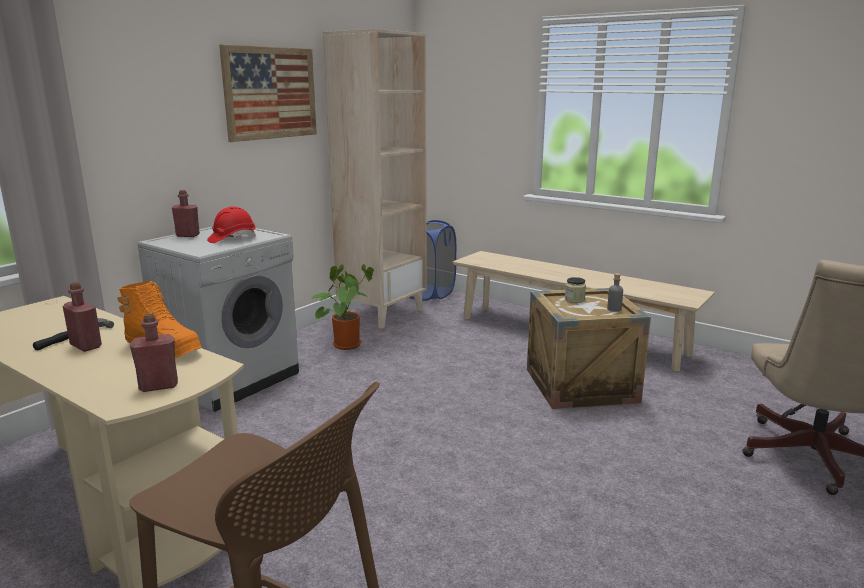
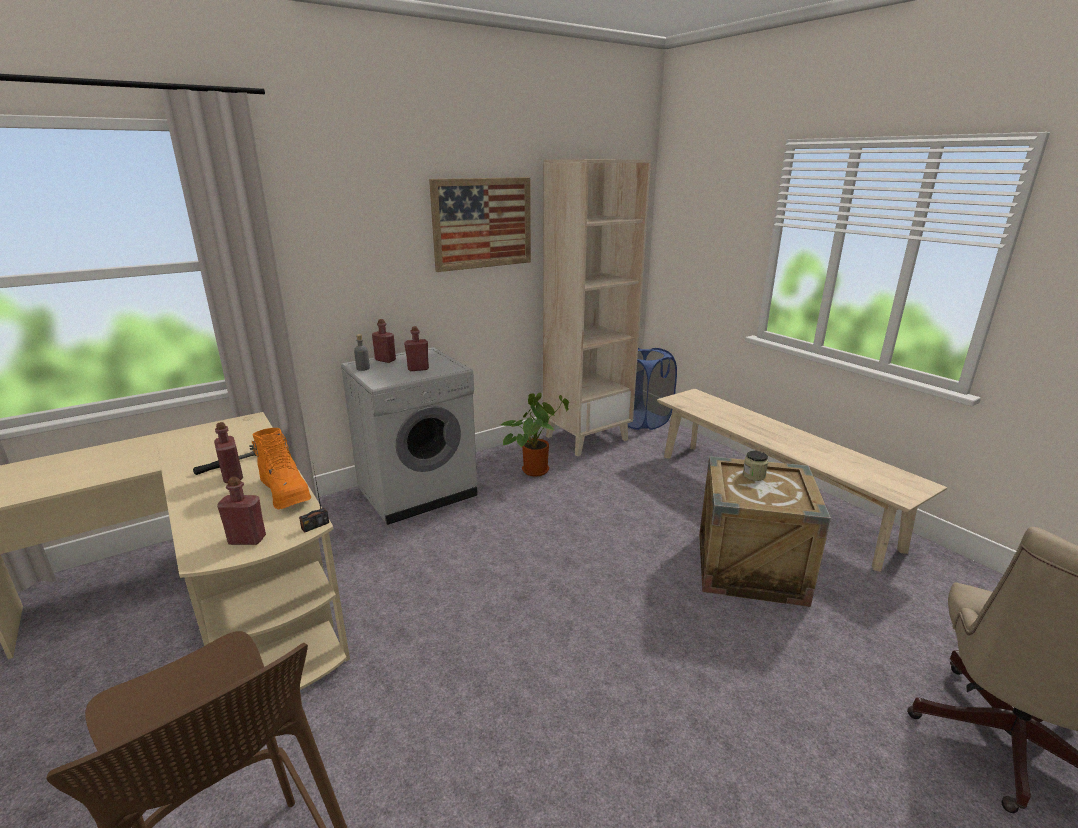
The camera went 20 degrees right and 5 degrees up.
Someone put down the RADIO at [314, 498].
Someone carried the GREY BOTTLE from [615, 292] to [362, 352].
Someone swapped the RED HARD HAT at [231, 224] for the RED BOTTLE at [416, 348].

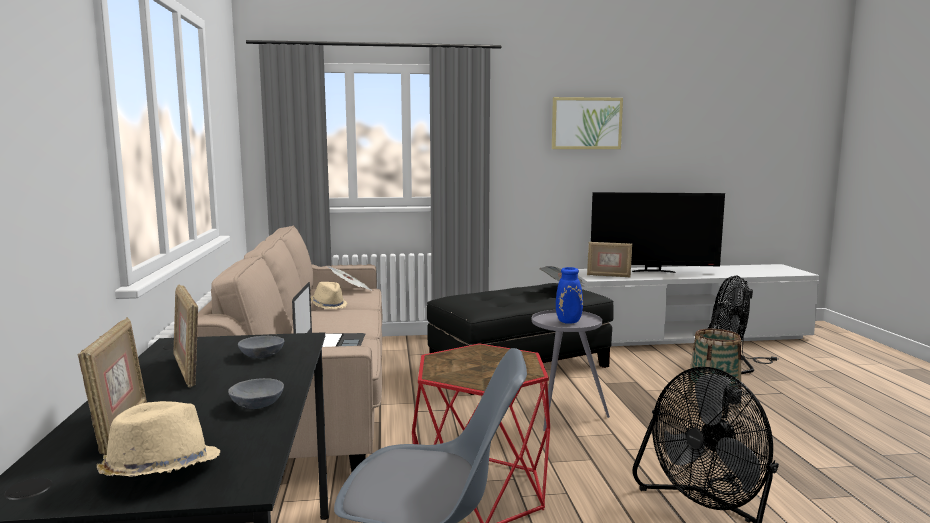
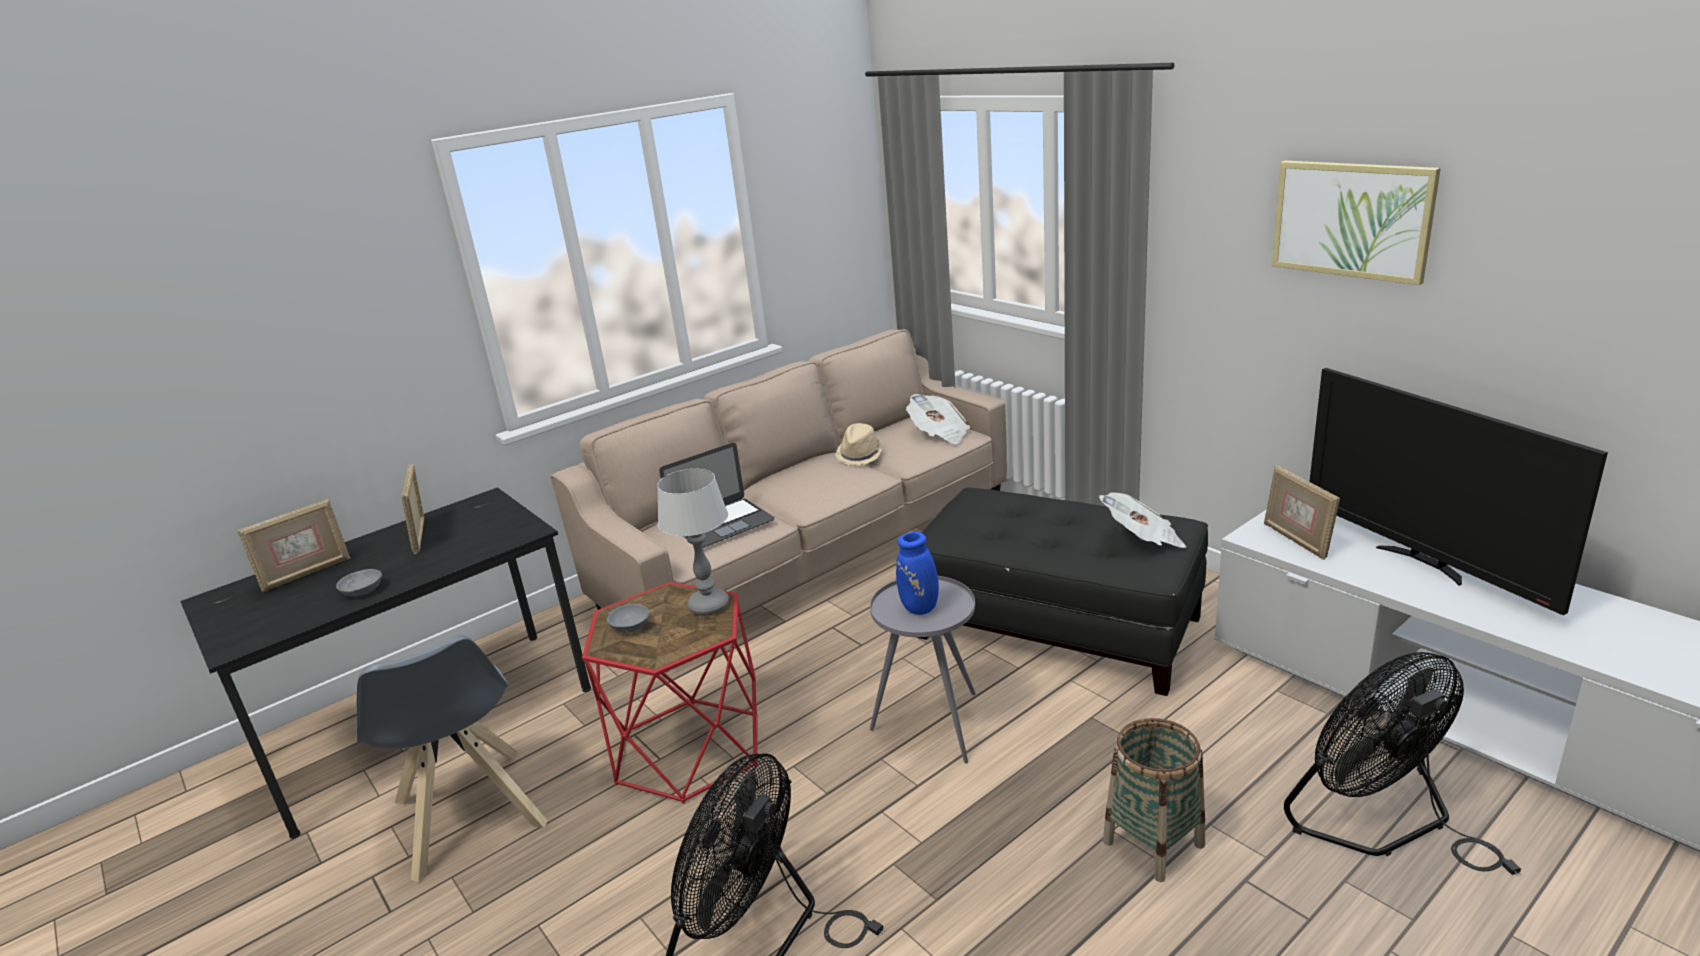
The camera went 60 degrees right and 15 degrees up.
Someone took away the BEIGE HAT at [158, 439].
Someone put down the TABLE LAMP at [693, 542].
Someone carried the GREY BOWL from [261, 347] to [628, 618].
Someone rotated the PICTURE FRAME at [185, 336] by 45 degrees counterclockwise.

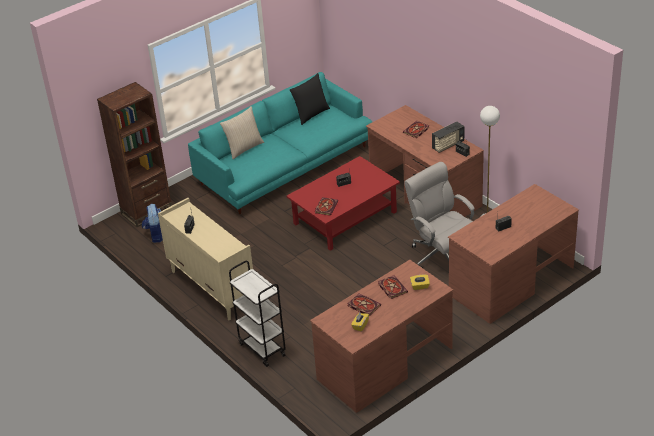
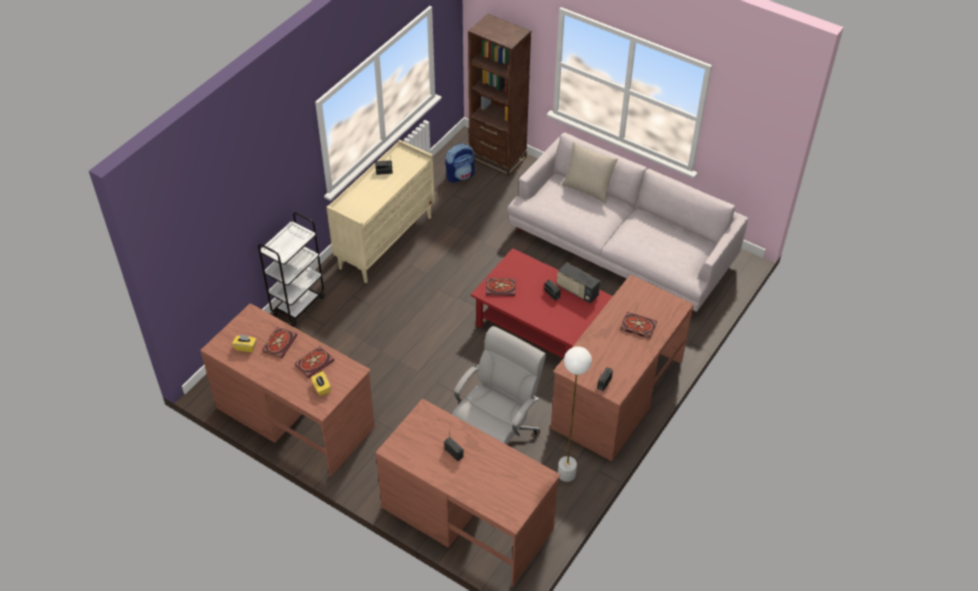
The camera went 70 degrees right and 10 degrees up.
Someone took away the BLACK PILLOW at [310, 99].
Someone carried the RADIO from [448, 137] to [578, 283].
Someone repainted the TURQUOISE SOFA at [280, 143], which became the WHITE SOFA at [627, 224].

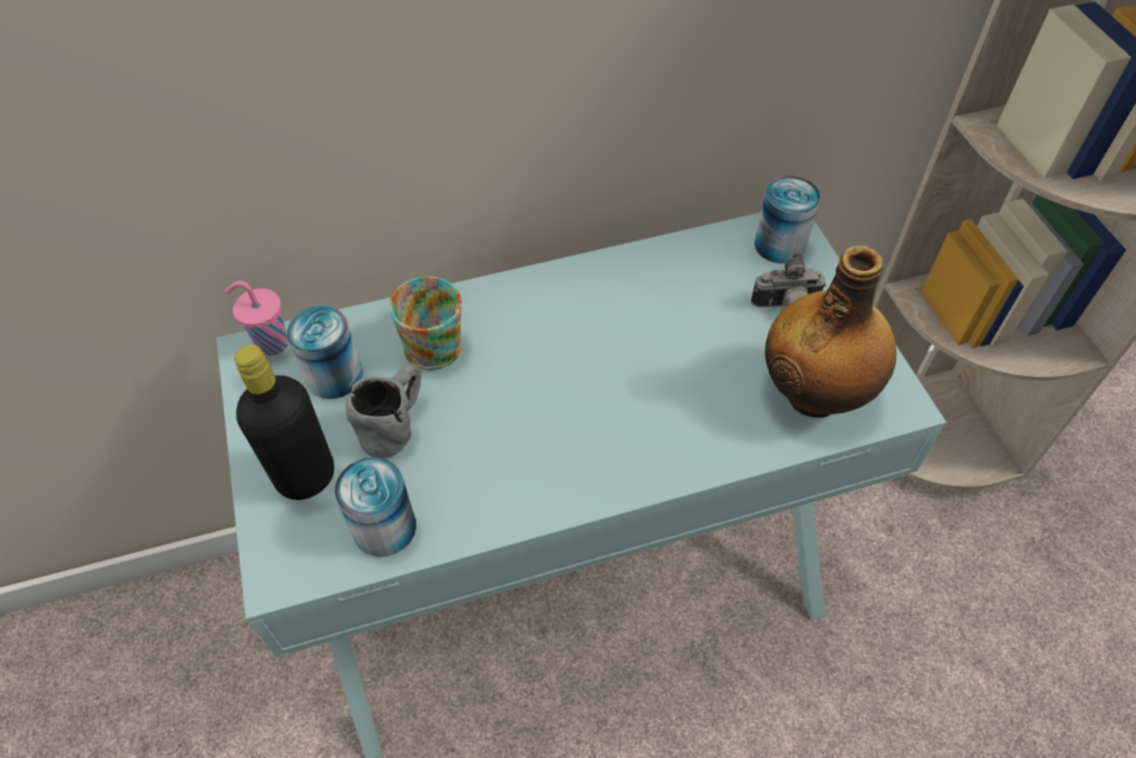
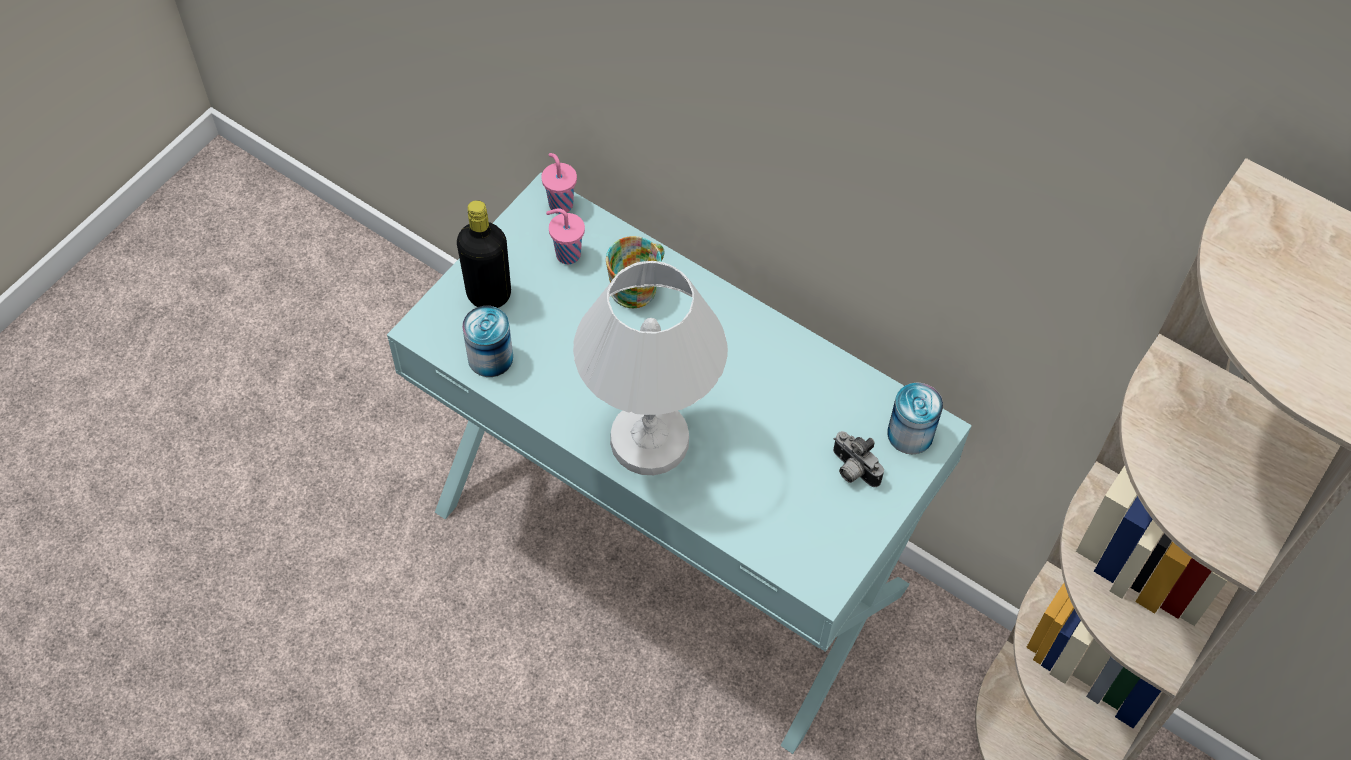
The camera went 50 degrees right and 5 degrees up.
Someone took away the GREY MUG at [383, 411].
Someone took away the BOTTLE at [831, 331].
Someone put down the WHITE TABLE LAMP at [650, 368].
Someone swapped the CAN at [324, 352] for the PINK CUP at [565, 236].

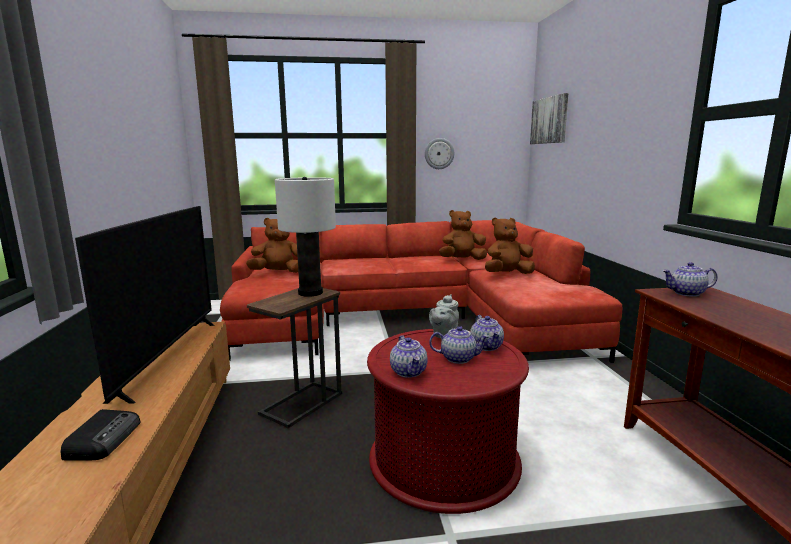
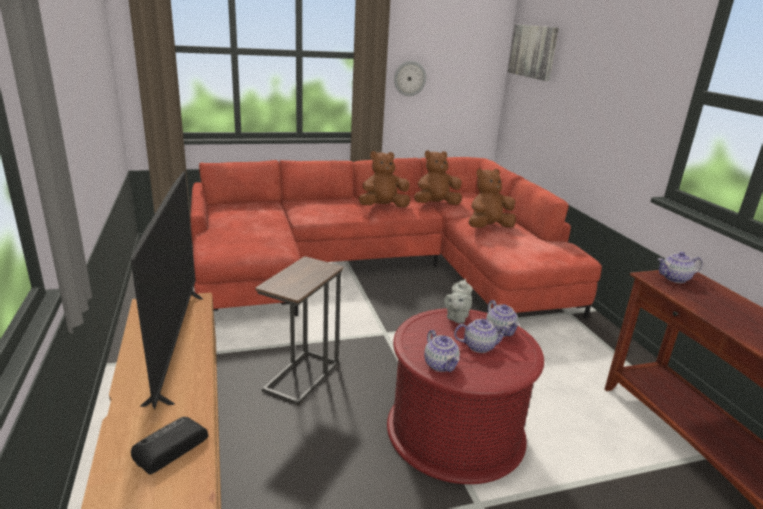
The camera went 10 degrees left and 10 degrees up.
Someone took away the WHITE TABLE LAMP at [305, 237].
Someone carried the BROWN PLUSH TOY from [272, 245] to [384, 179].
Someone rotated the RADIO at [100, 434] by 135 degrees counterclockwise.

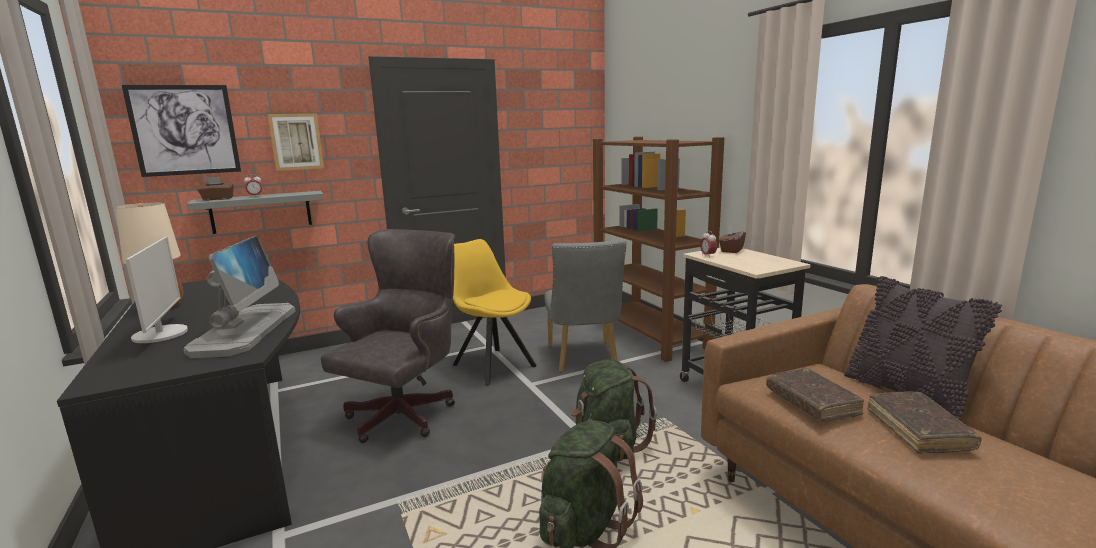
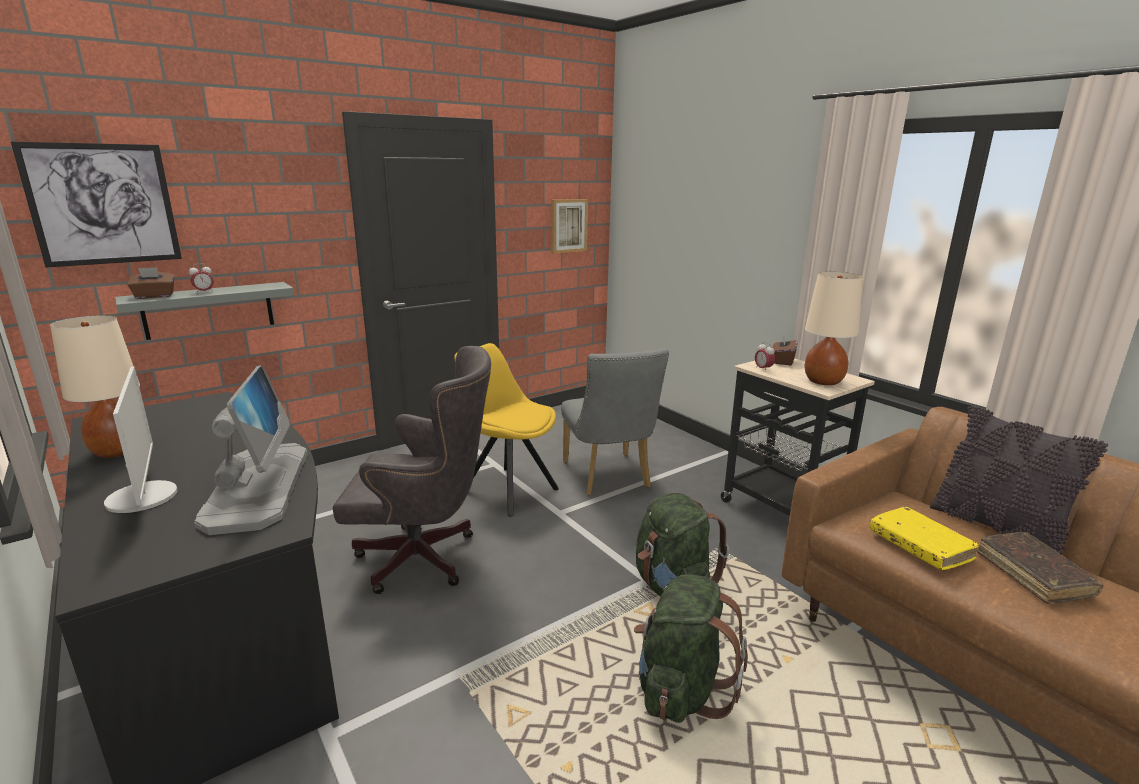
The camera went 10 degrees left and 5 degrees up.
Someone took away the BROWN BOOKCASE at [658, 249].
Someone put down the BEIGE TABLE LAMP at [834, 328].
Someone carried the PICTURE from [296, 142] to [569, 226].
Someone repainted the BROWN BOOK at [815, 394], which became the YELLOW BOOK at [924, 538].
Someone rotated the GREY OFFICE CHAIR at [388, 336] by 75 degrees clockwise.

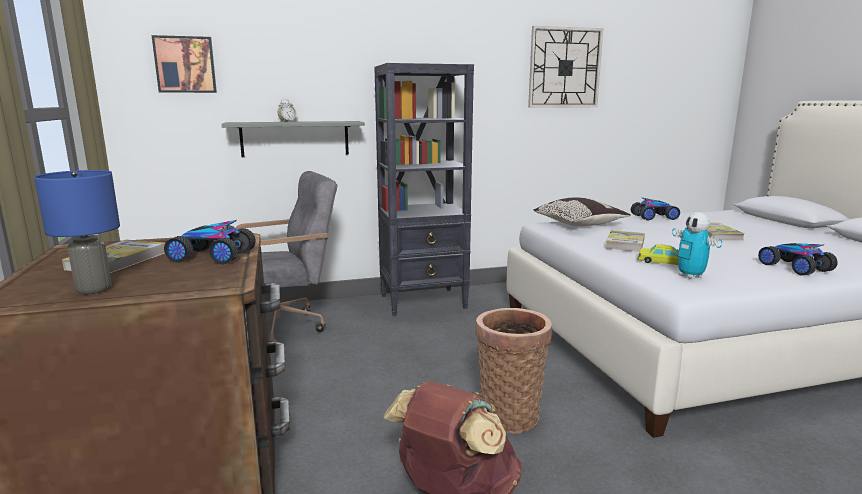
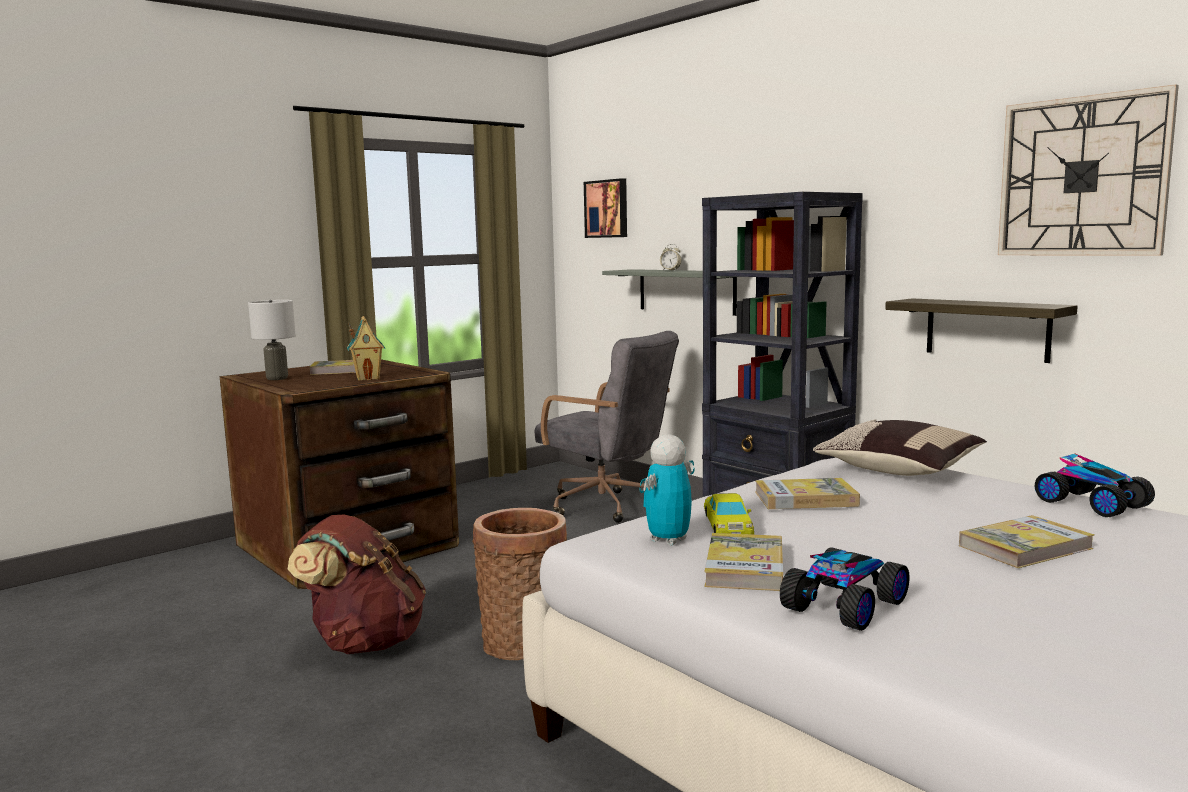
The camera went 65 degrees right and 5 degrees down.
Someone put down the BOOK at [743, 562].
Someone put up the SHELF at [981, 330].
Someone swapped the TOY CAR at [210, 242] for the TOY HOUSE at [366, 348].
Someone repainted the BLUE TABLE LAMP at [77, 232], which became the WHITE TABLE LAMP at [272, 340].

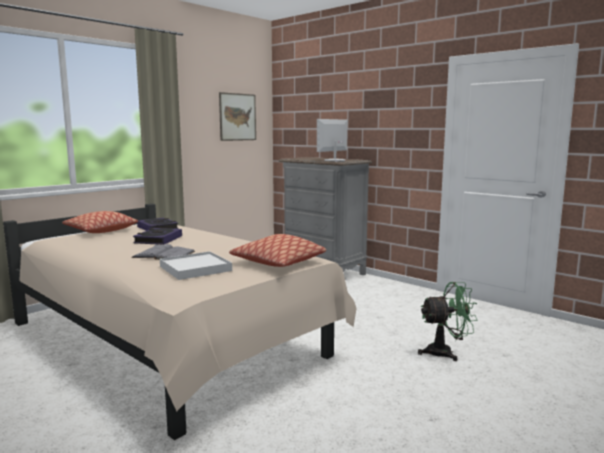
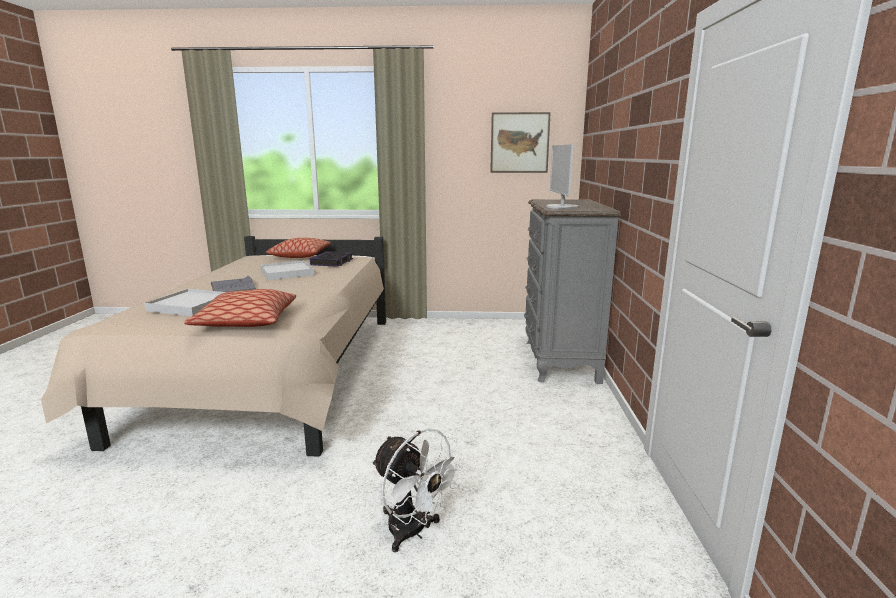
The camera went 50 degrees right and 5 degrees up.
Someone swapped the BOOK at [157, 236] for the WHITE TRAY at [287, 270].
Someone repainted the GREEN FAN at [448, 321], which became the WHITE FAN at [418, 490].
Someone rotated the MONITOR at [332, 140] by 90 degrees counterclockwise.

